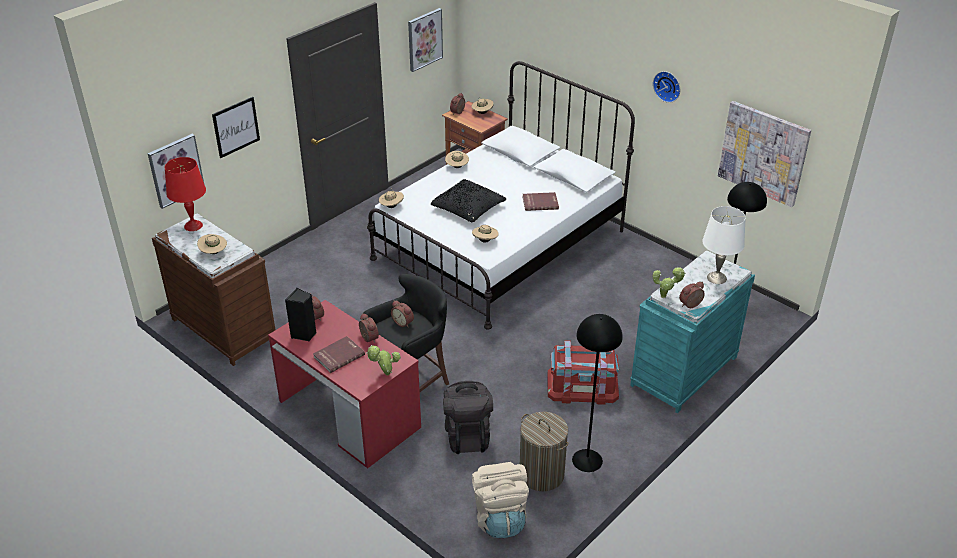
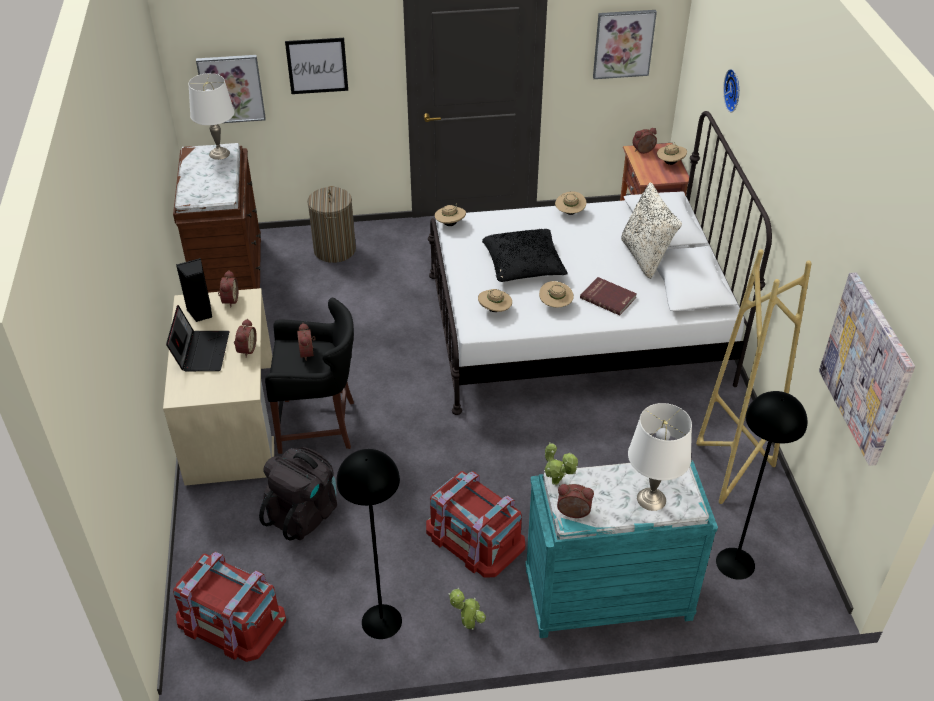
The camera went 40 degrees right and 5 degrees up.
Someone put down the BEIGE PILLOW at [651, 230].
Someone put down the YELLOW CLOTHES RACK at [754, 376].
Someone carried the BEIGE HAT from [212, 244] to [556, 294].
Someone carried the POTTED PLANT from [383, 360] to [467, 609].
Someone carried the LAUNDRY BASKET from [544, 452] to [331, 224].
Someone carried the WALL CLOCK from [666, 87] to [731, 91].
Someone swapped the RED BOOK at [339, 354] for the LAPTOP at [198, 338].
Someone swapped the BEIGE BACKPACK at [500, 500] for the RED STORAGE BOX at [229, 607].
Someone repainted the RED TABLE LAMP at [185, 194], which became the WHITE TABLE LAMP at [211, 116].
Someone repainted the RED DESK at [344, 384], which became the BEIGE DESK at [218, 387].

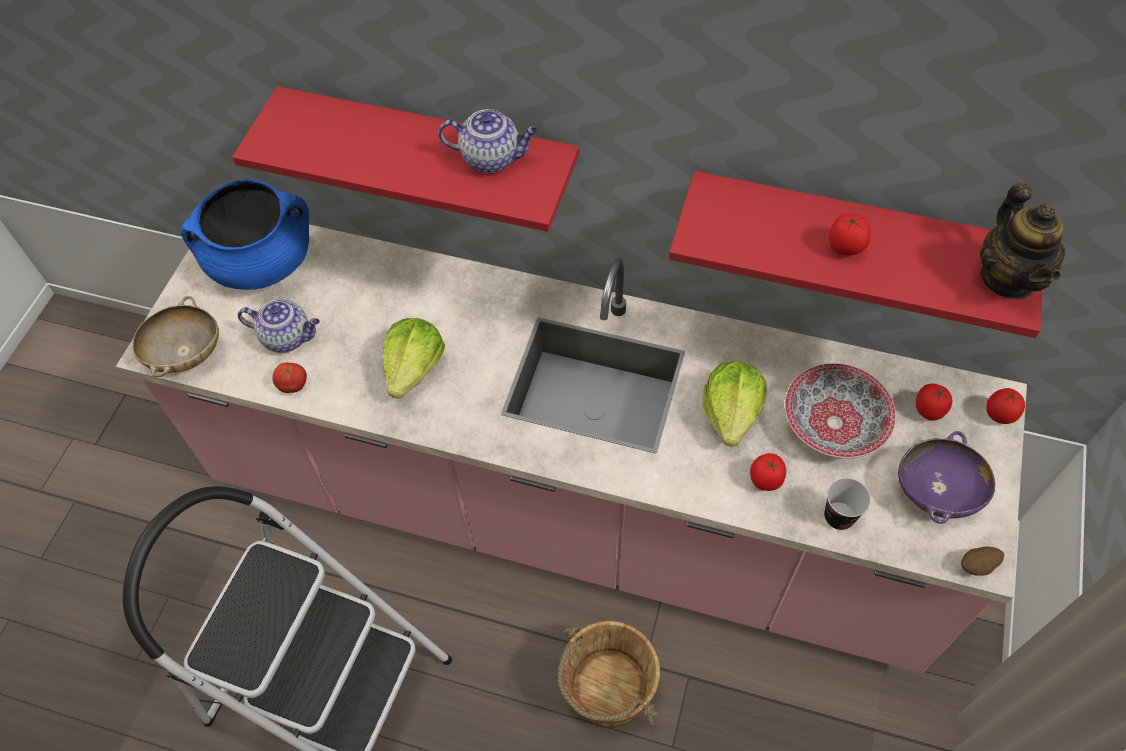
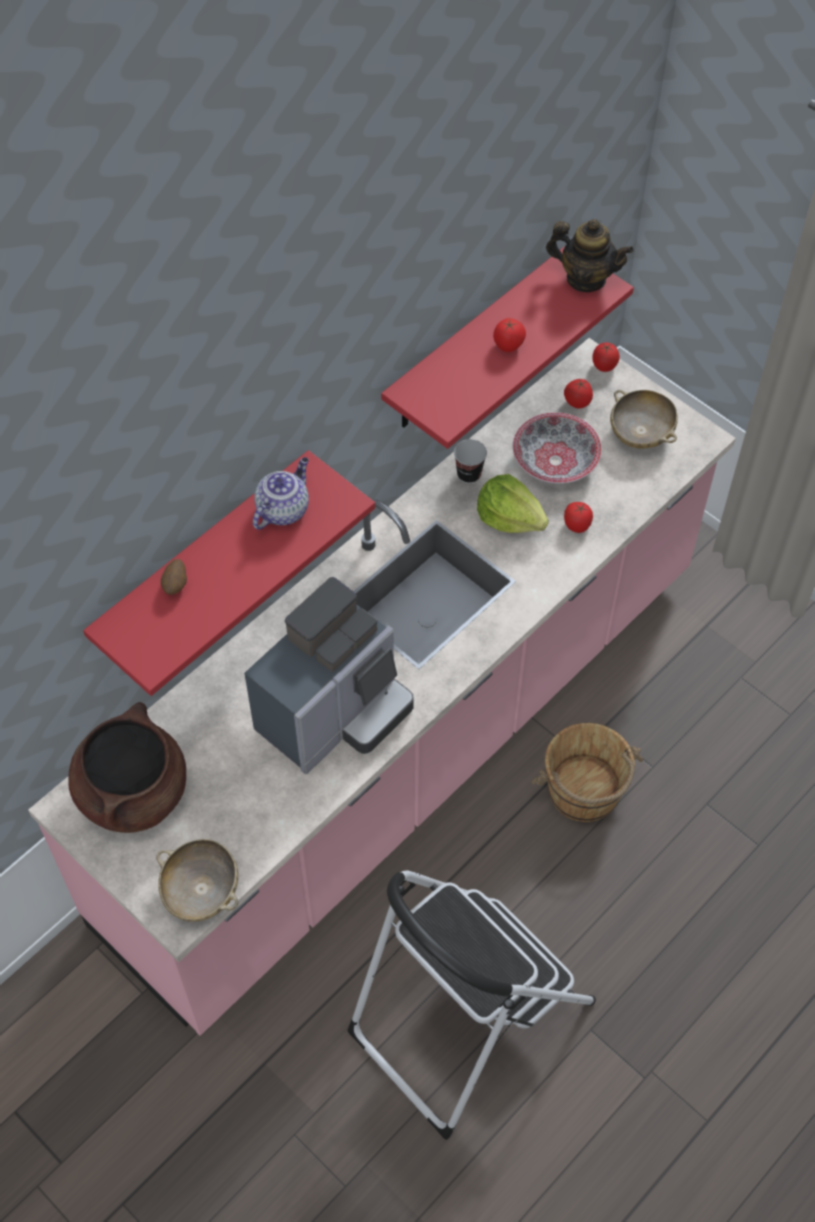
The camera went 65 degrees left and 0 degrees up.
Someone took away the TEAPOT at [279, 326].
Someone took away the TOMATO at [290, 378].
Someone carried the CUP from [847, 504] to [470, 461].
Someone carried the POTATO from [982, 561] to [174, 577].
Someone swapped the LETTUCE at [414, 358] for the COFFEE MACHINE at [329, 675].
Someone repainted the BLUE COOKING POT at [244, 234], which became the BROWN COOKING POT at [127, 767].
Someone repainted the PURPLE BOWL at [946, 477], which became the BEIGE BOWL at [644, 419].

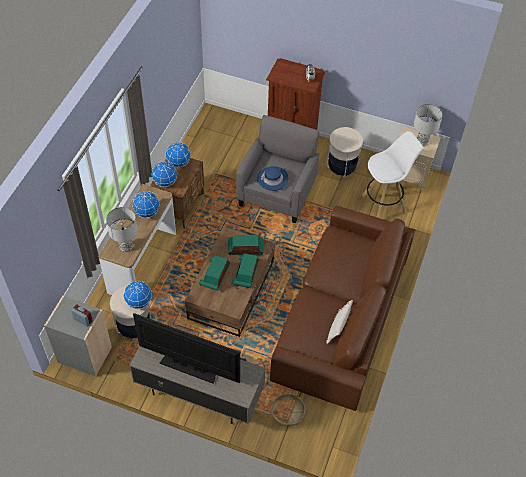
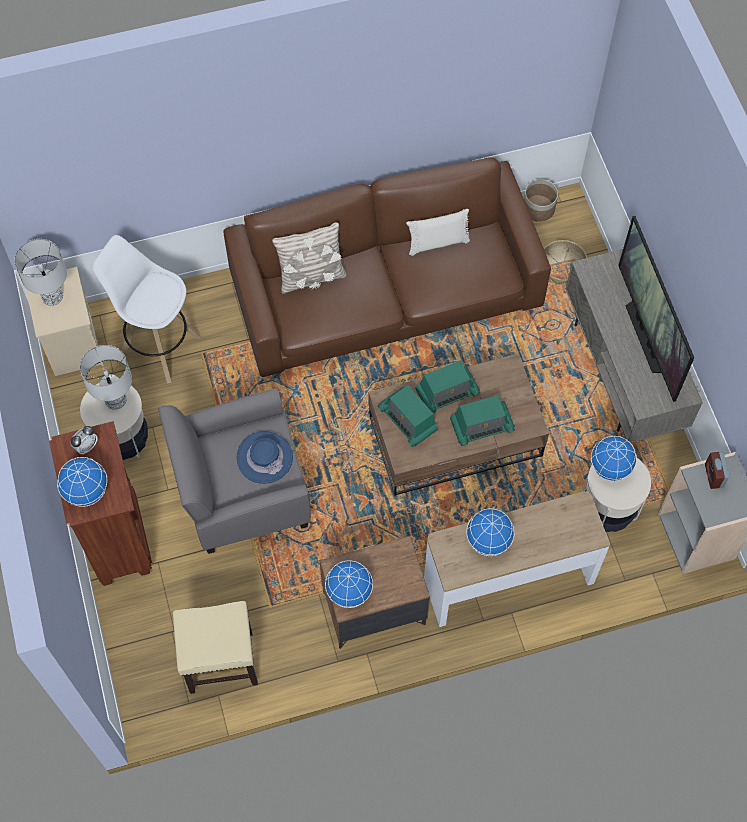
The camera went 125 degrees left and 10 degrees up.
Someone put down the BEIGE STOOL at [215, 647].
Someone put down the BEIGE PILLOW at [309, 258].
Someone put down the PLANTER at [541, 200].
Someone carried the WHITE TABLE LAMP from [122, 229] to [106, 377].
Someone carried the GLOBE from [164, 174] to [82, 482].

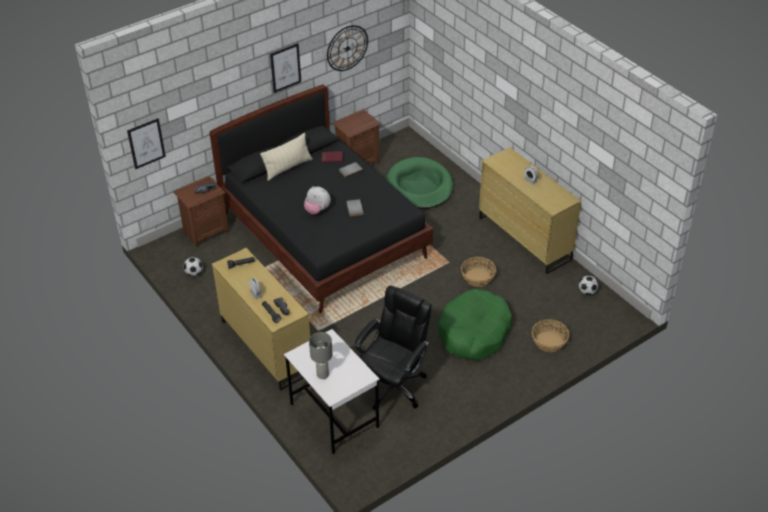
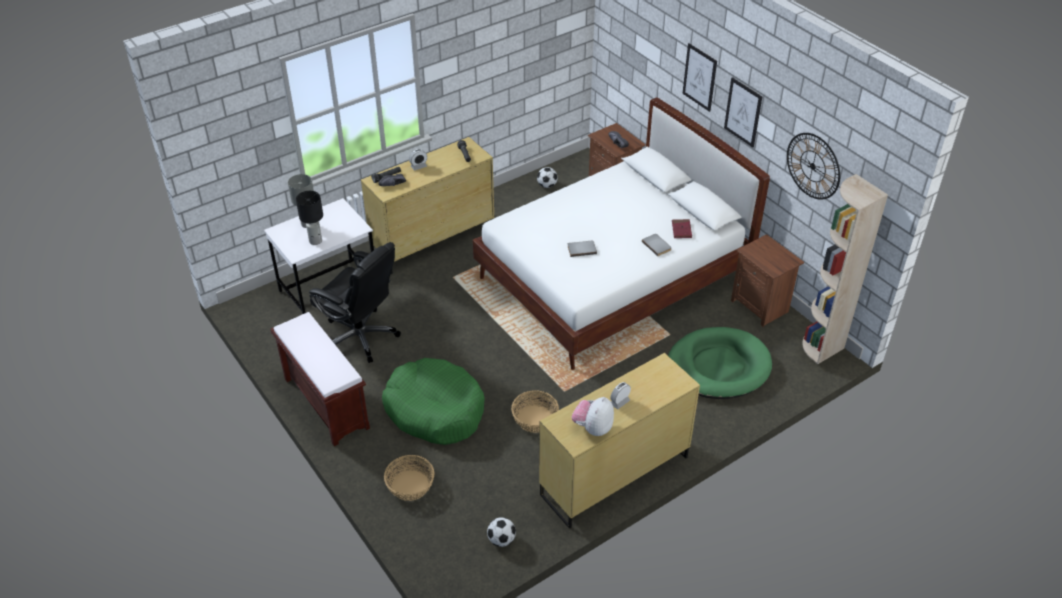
The camera went 90 degrees right and 0 degrees up.
Someone took away the BEIGE PILLOW at [286, 157].
Someone put down the BROWN BENCH at [320, 379].
Someone put down the BLACK TABLE LAMP at [309, 218].
Someone put down the BEIGE BOOKCASE at [845, 269].
Someone carried the PICTURE from [146, 143] to [699, 77].
Someone carried the PLUSH TOY from [317, 200] to [593, 416].
Someone repainted the BLACK BED at [321, 198], which became the WHITE BED at [621, 233].

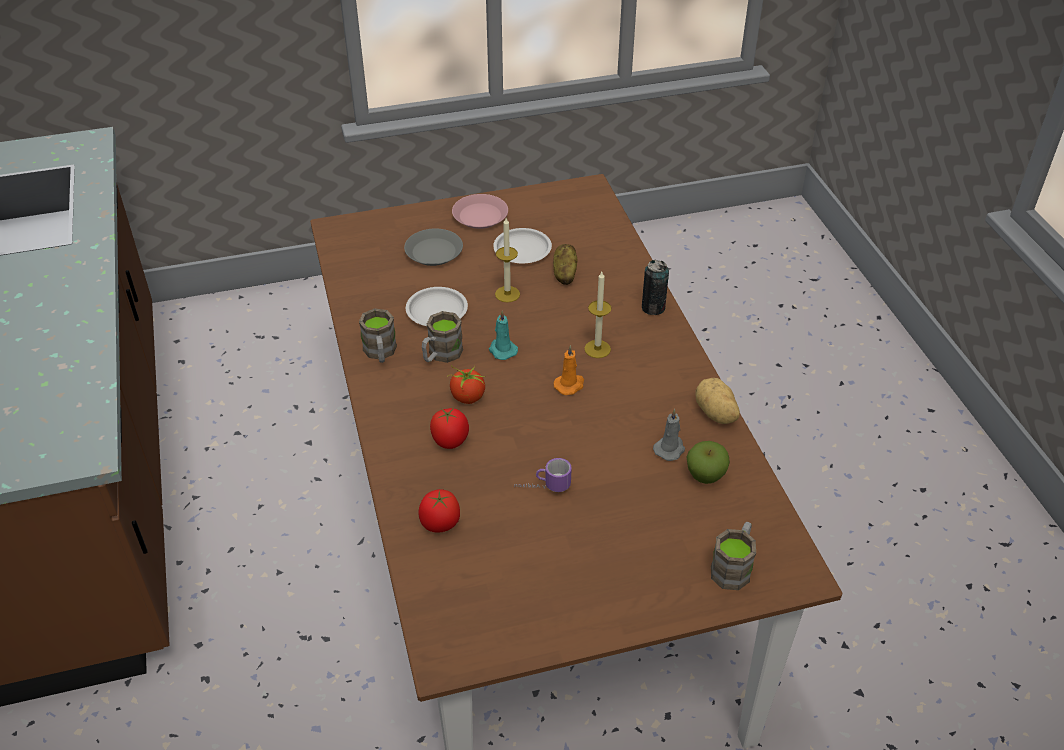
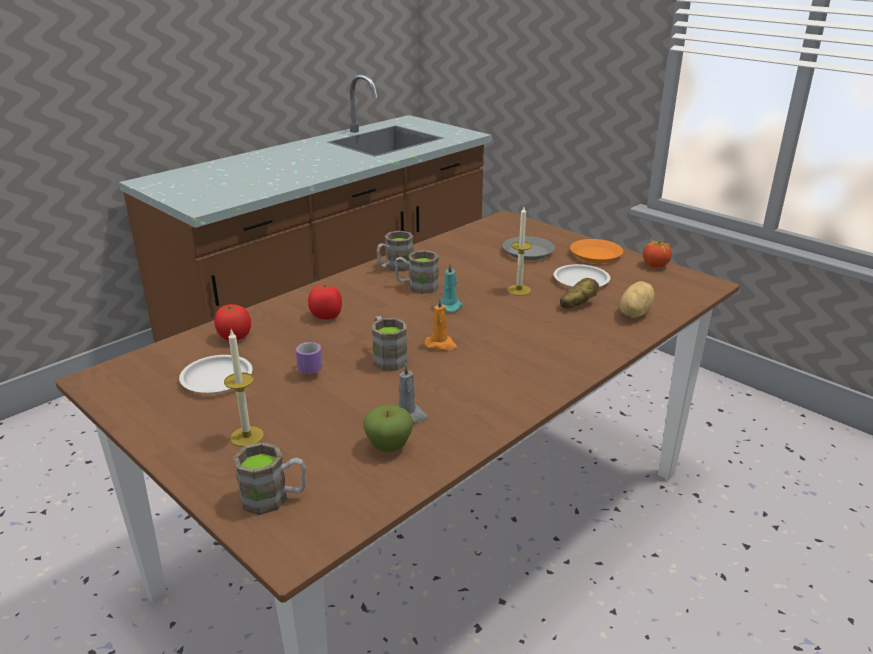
The camera went 60 degrees right and 15 degrees down.
Someone took away the CAN at [655, 287].
Someone put down the BROWN MUG at [389, 343].
Someone carried the WHITE PLATE from [437, 306] to [215, 374].
Someone carried the TOMATO from [466, 385] to [657, 252].
Someone carried the CANDLE from [598, 315] to [244, 388].
Someone carried the POTATO from [717, 401] to [637, 299].
Someone repainted the PINK PLATE at [480, 211], which became the ORANGE PLATE at [596, 251].

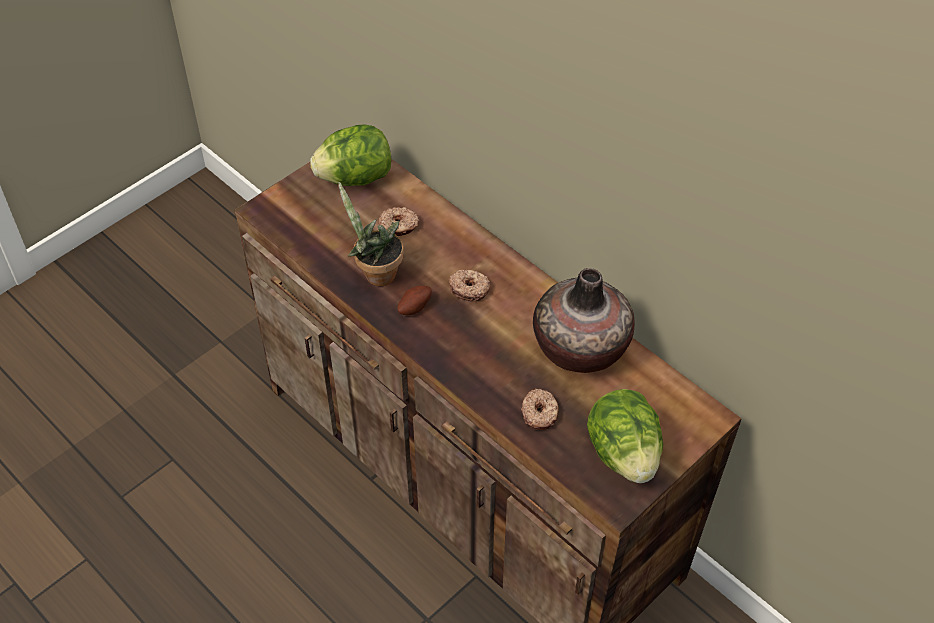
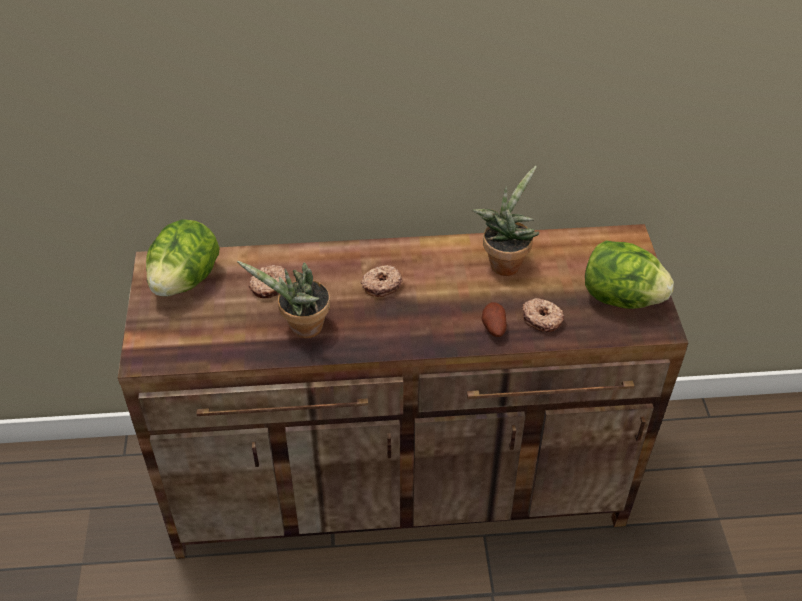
The camera went 50 degrees left and 5 degrees down.
Someone carried the POTATO from [414, 300] to [494, 319].
Someone swapped the VASE at [584, 320] for the POTTED PLANT at [505, 221].

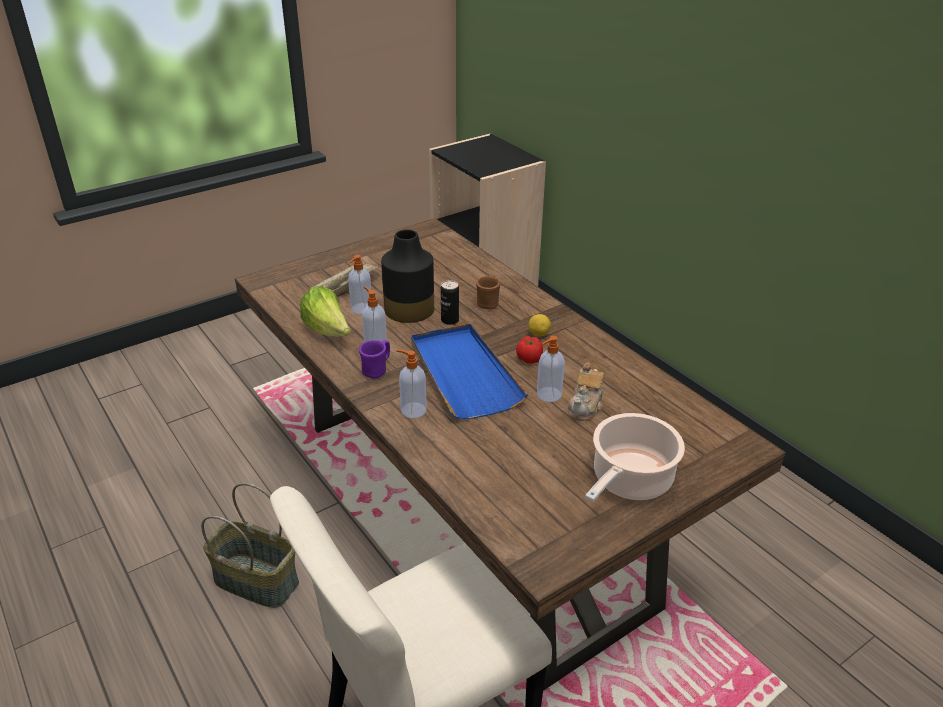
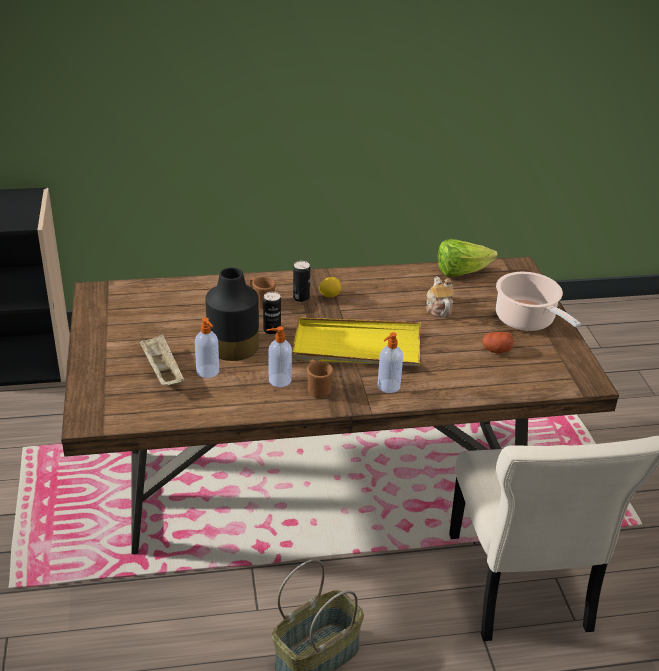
The camera went 65 degrees left and 0 degrees up.
Someone took away the TOMATO at [529, 350].
Someone took away the SOAP DISPENSER at [551, 369].
Someone put down the CAN at [301, 281].
Someone put down the POTATO at [497, 343].
Someone carried the LETTUCE from [325, 311] to [468, 258].
Someone repainted the PURPLE MUG at [374, 359], which became the BROWN MUG at [320, 378].
Someone repainted the BLUE TRAY at [469, 371], which became the YELLOW TRAY at [356, 342].
Someone rotated the TEAPOT at [586, 392] by 150 degrees counterclockwise.

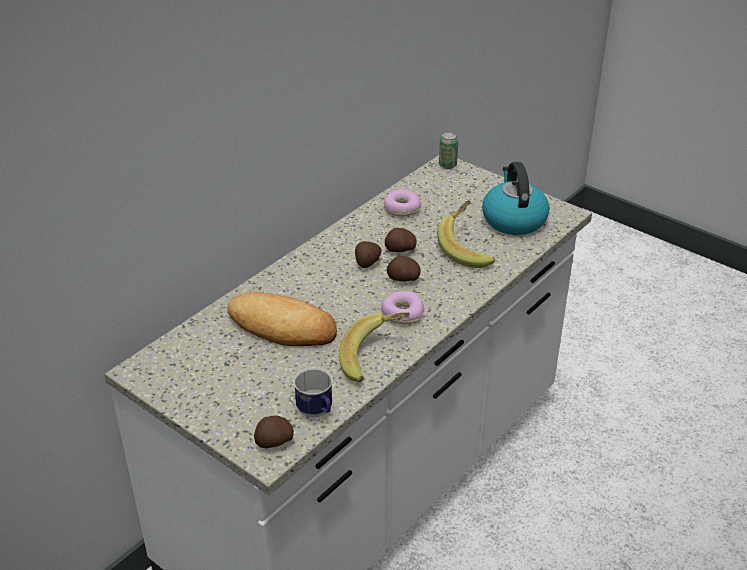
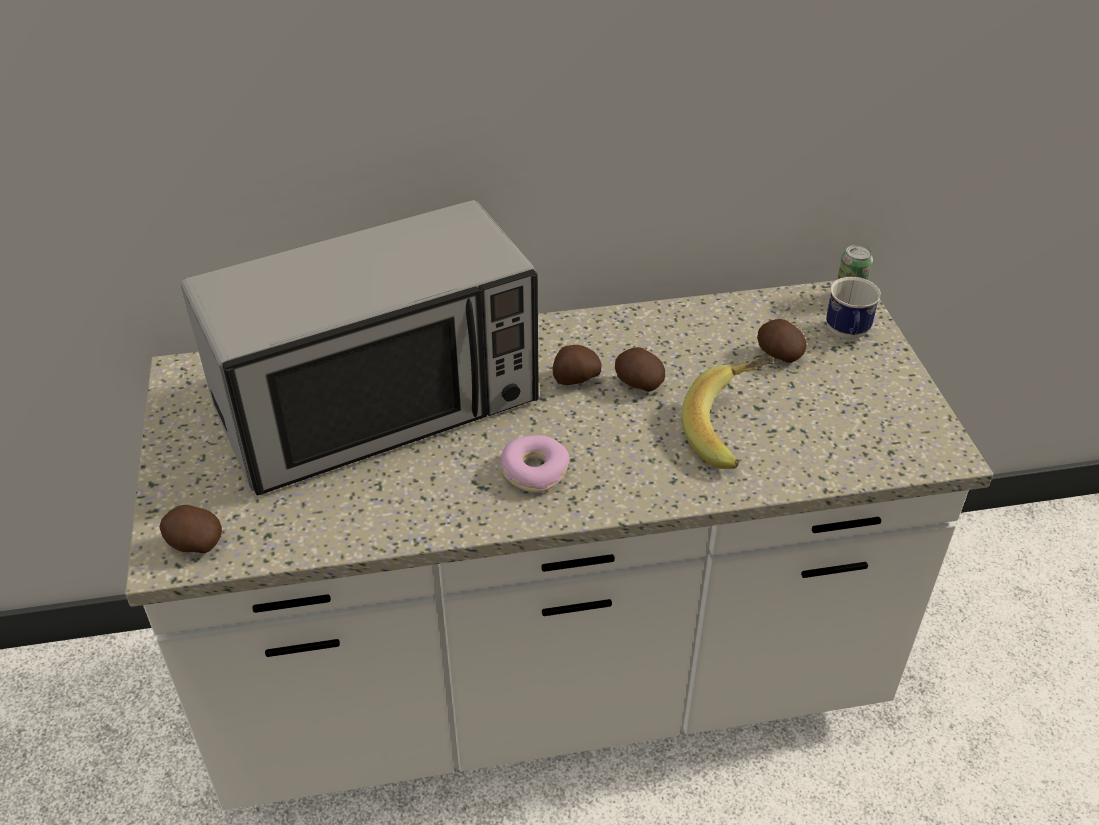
The camera went 40 degrees right and 5 degrees up.
Someone took away the BANANA at [374, 347].
Someone took away the DONUT at [402, 203].
Someone took away the KETTLE at [516, 198].
Someone carried the MUG from [313, 392] to [853, 308].
Someone carried the POTATO from [404, 269] to [781, 341].
Someone swapped the BREAD at [282, 319] for the MICROWAVE at [360, 347].

